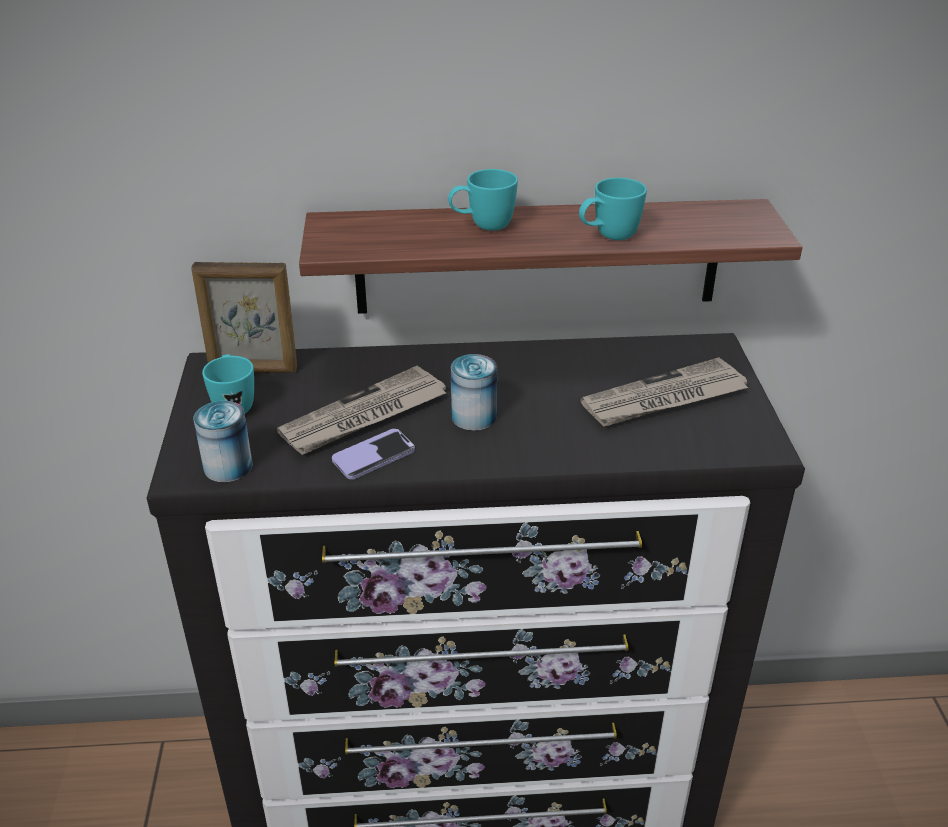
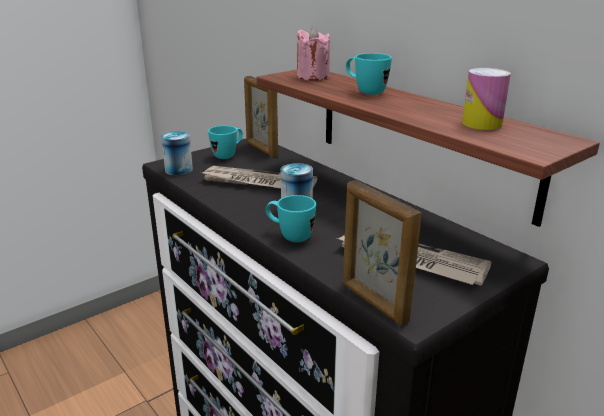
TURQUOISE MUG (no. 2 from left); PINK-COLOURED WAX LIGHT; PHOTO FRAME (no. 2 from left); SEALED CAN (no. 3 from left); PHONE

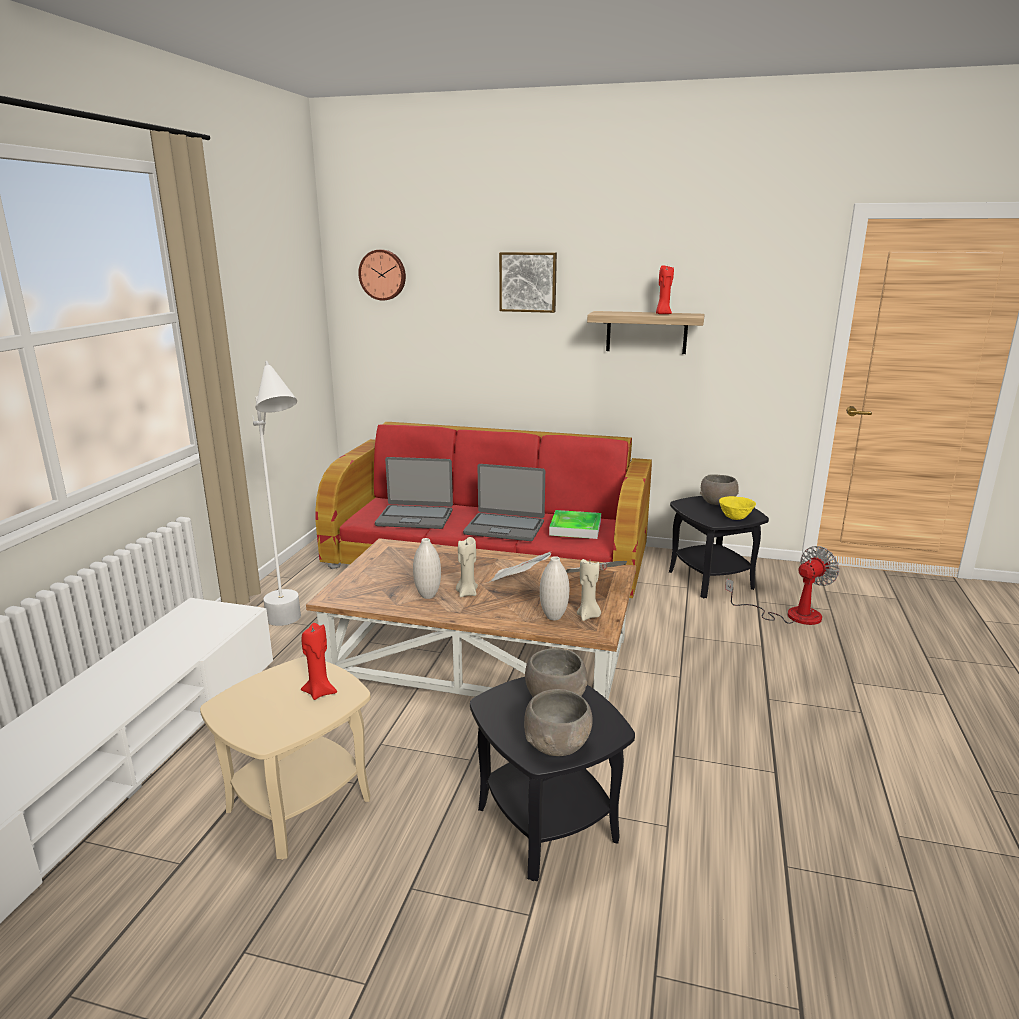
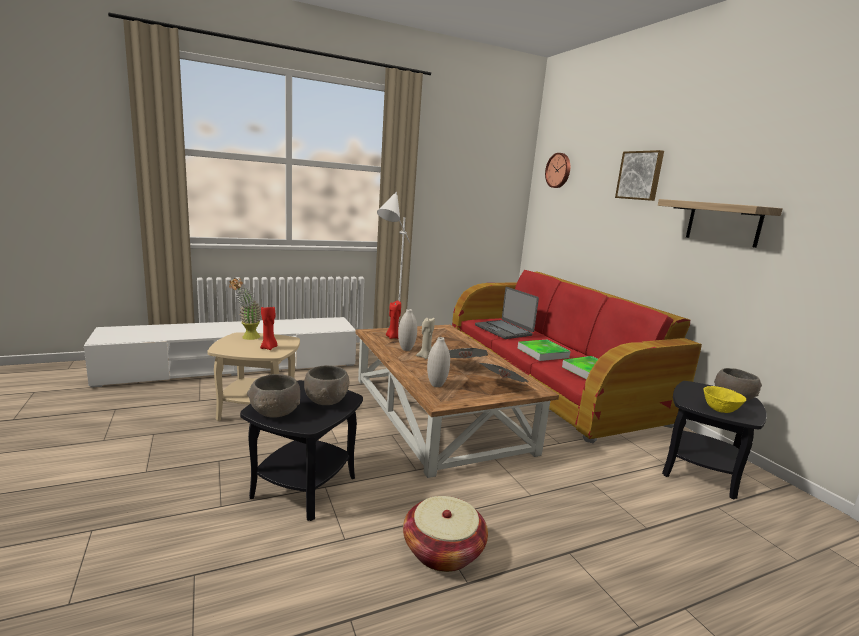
PLANT IN A POT; RED-COLOURED WAX LIGHT (no. 2 from left); BASKET; SERVING TRAY (no. 1 from left); SAND-COLOURED WAX LIGHT (no. 2 from left in the first image); COOLING FAN

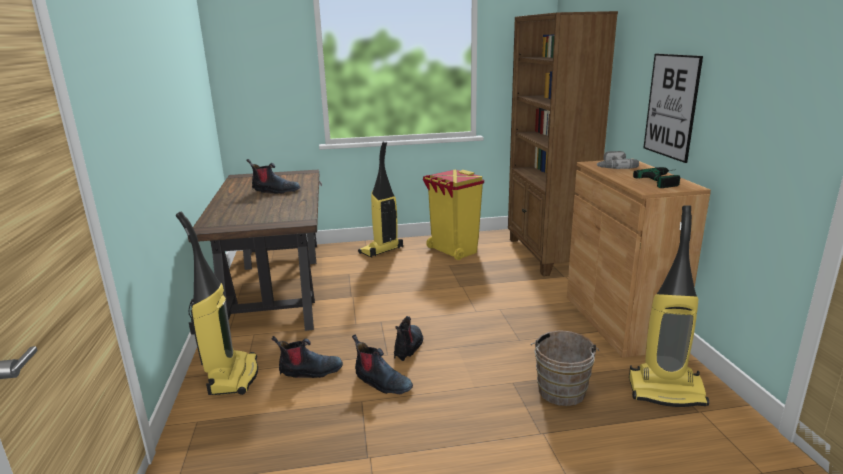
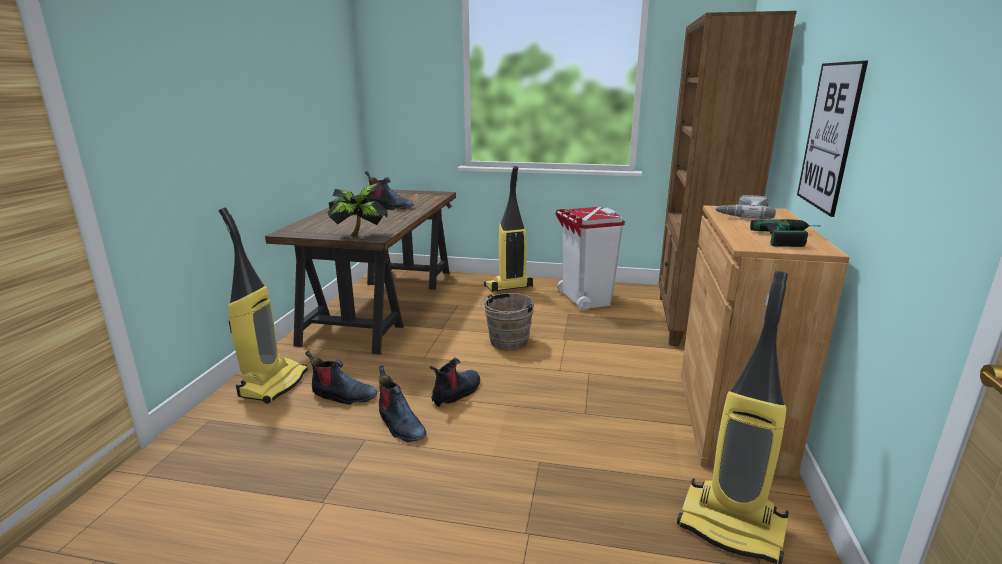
PLANT IN A POT; BROWN-COLOURED PAIL; WHITE RUBBISH BIN

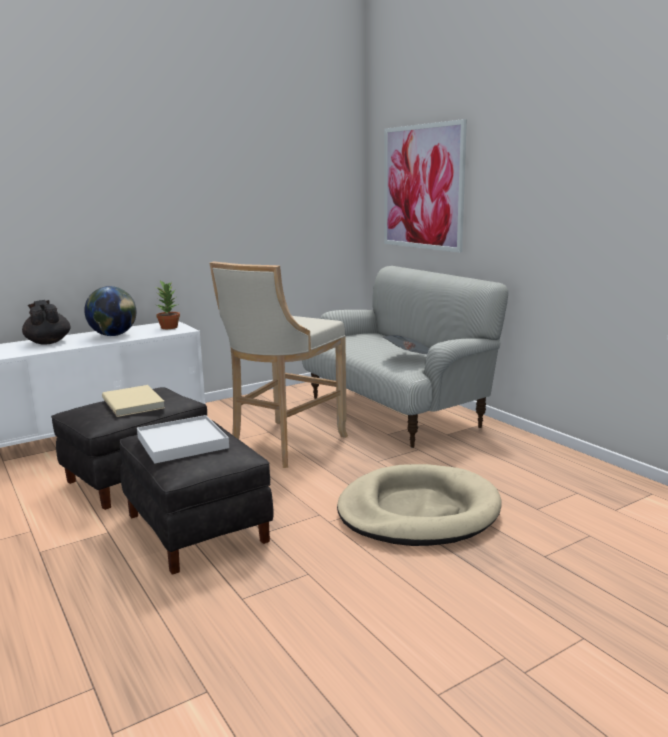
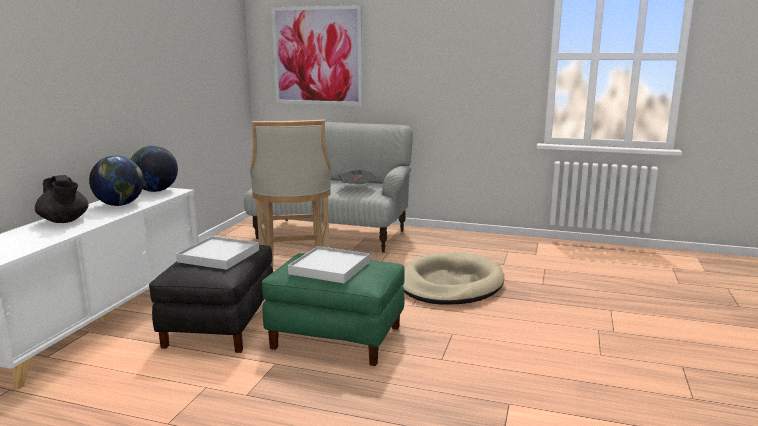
BLACK-COLOURED TEAPOT; GLOBE (no. 2 from left); WHITE SERVING TRAY (no. 1 from left); GREEN POUFFE

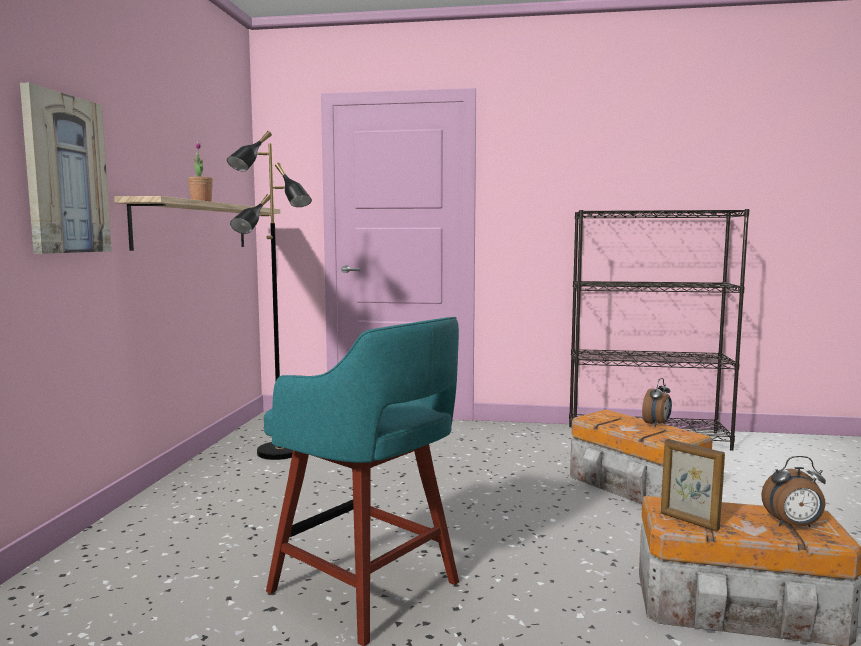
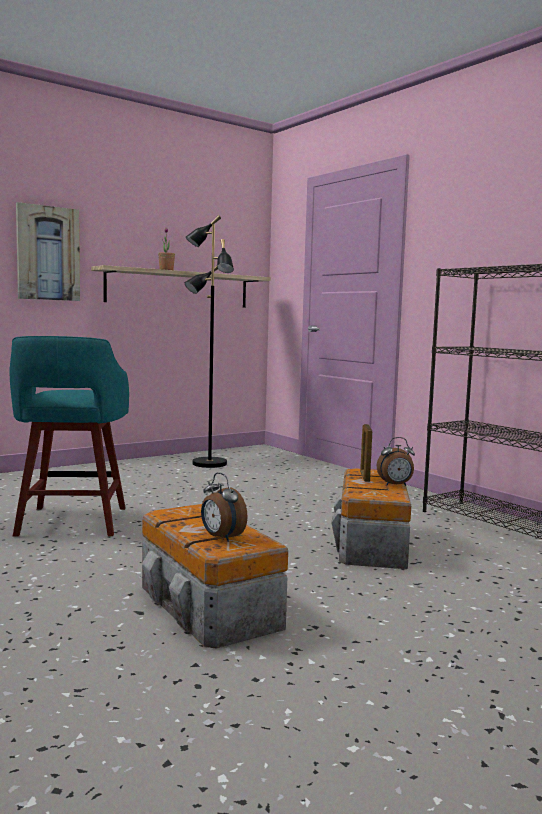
PHOTO FRAME

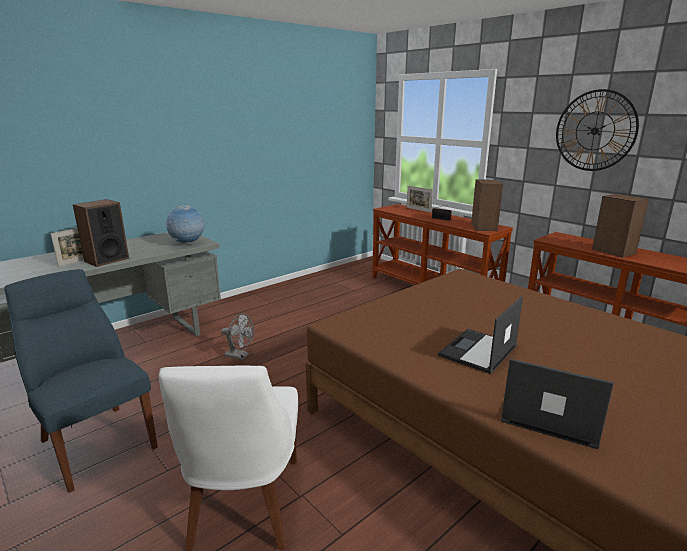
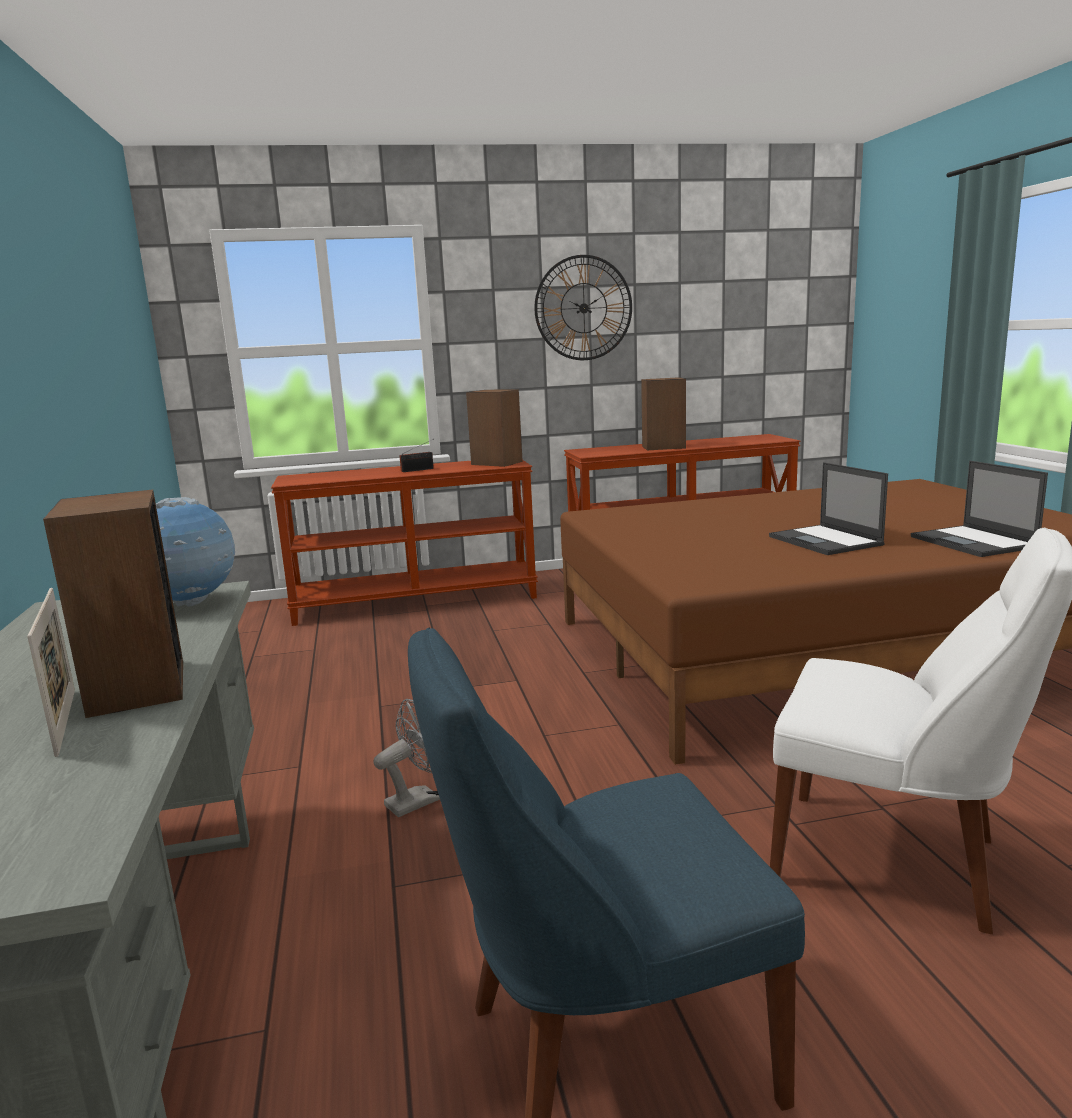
PORTABLE COMPUTER (no. 2 from left); PHOTO FRAME (no. 2 from left in the first image)

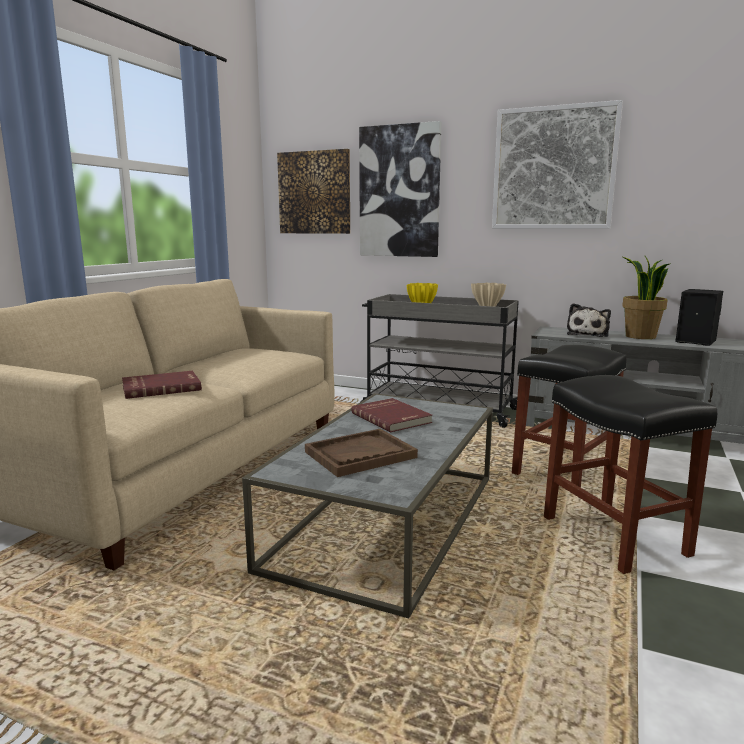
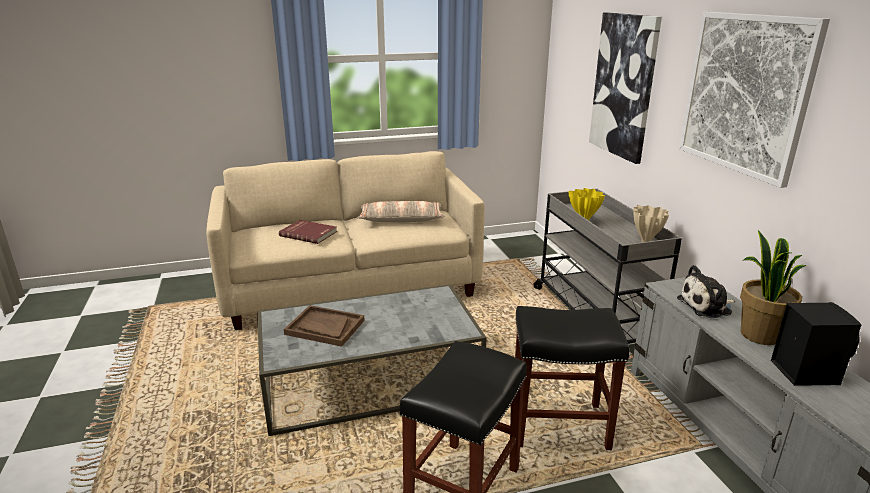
THROW PILLOW; WALL ART (no. 1 from left in the first image); RED-COLOURED BOUND BOOK (no. 2 from left in the first image)

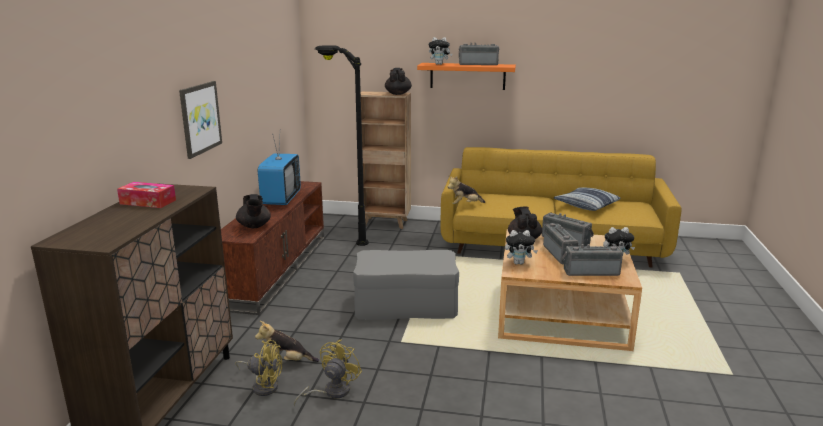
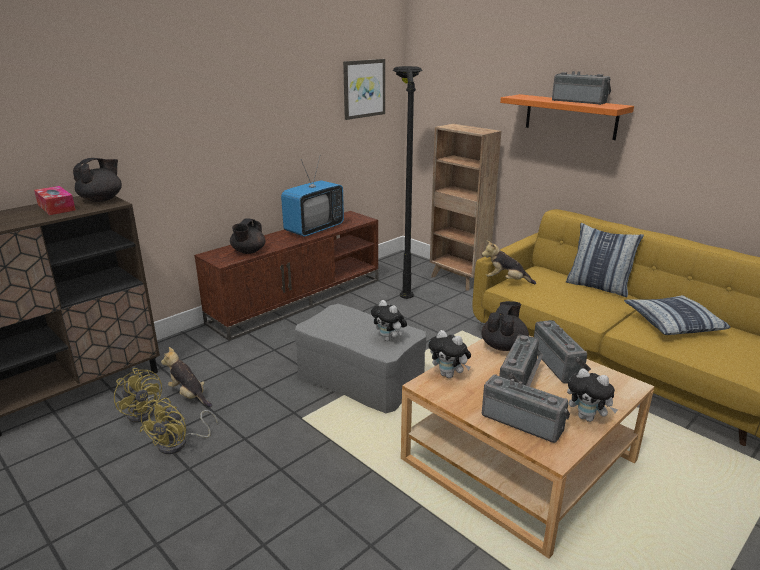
BLACK-COLOURED TEAPOT (no. 1 from left); YELLOW-COLOURED COOLING FAN (no. 2 from left); WALL ART; CUDDLY TOY (no. 2 from left); THROW PILLOW (no. 1 from left)

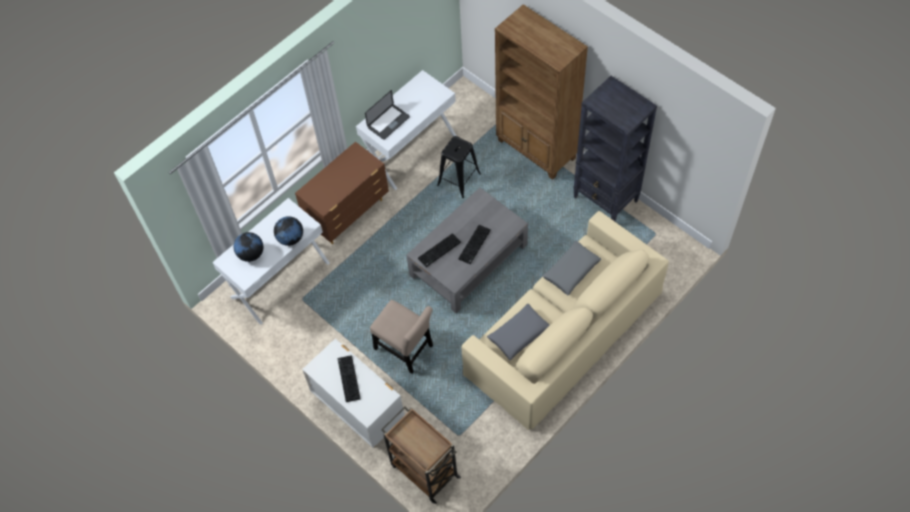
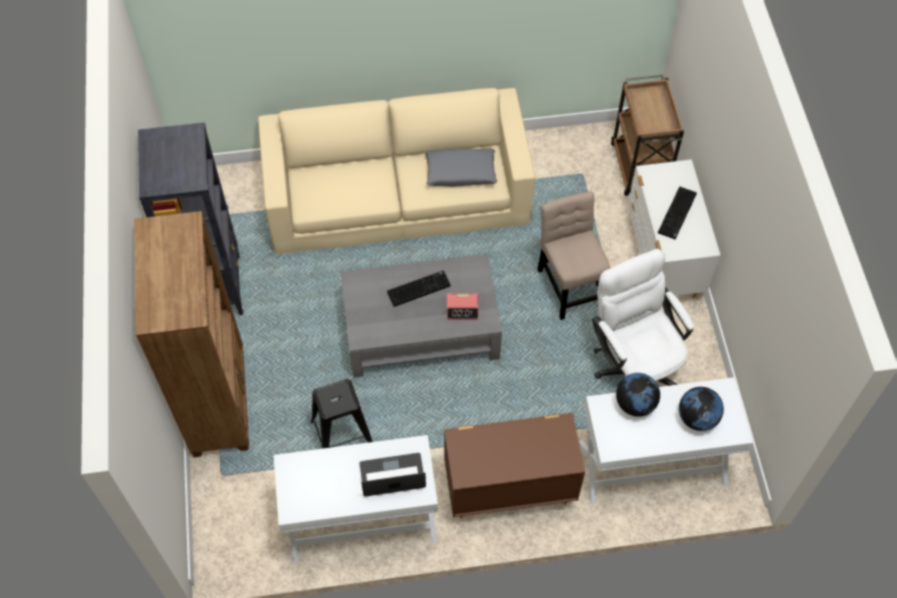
ALARM CLOCK; WHITE COMPUTER CHAIR; GRAY THROW PILLOW (no. 2 from left in the first image)

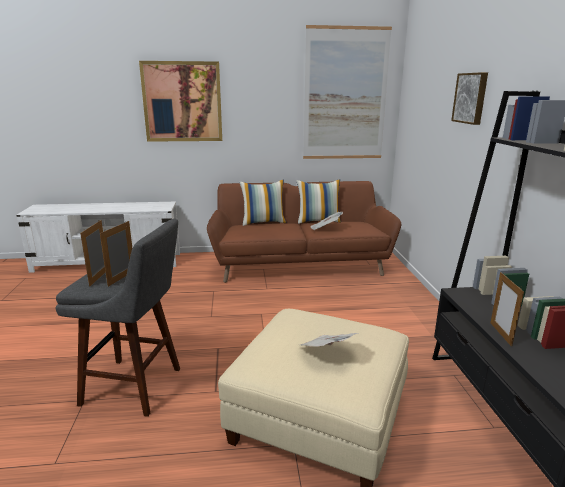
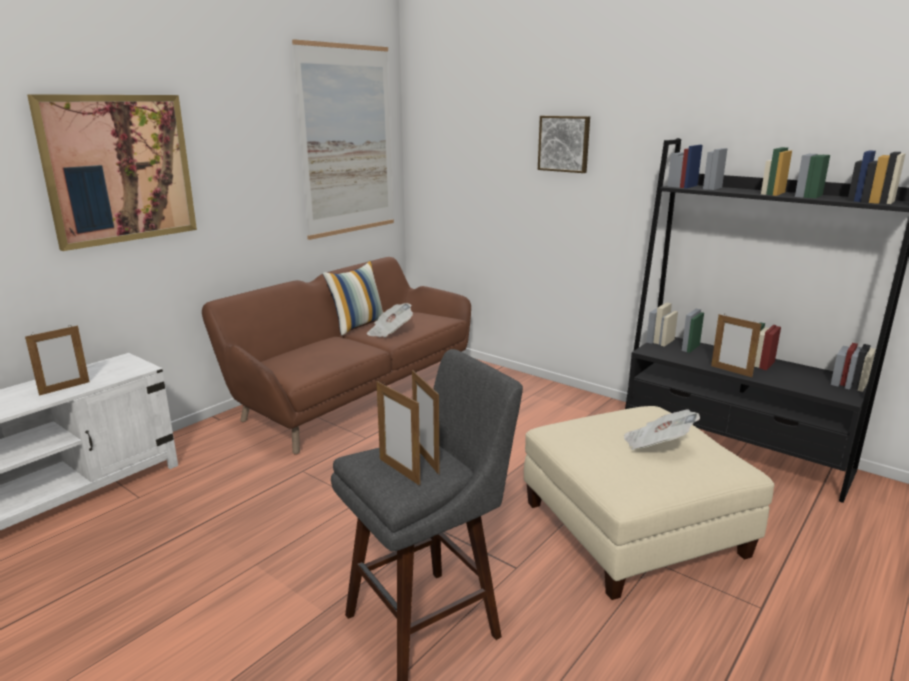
PHOTO FRAME (no. 1 from left); THROW PILLOW (no. 1 from left in the first image)

